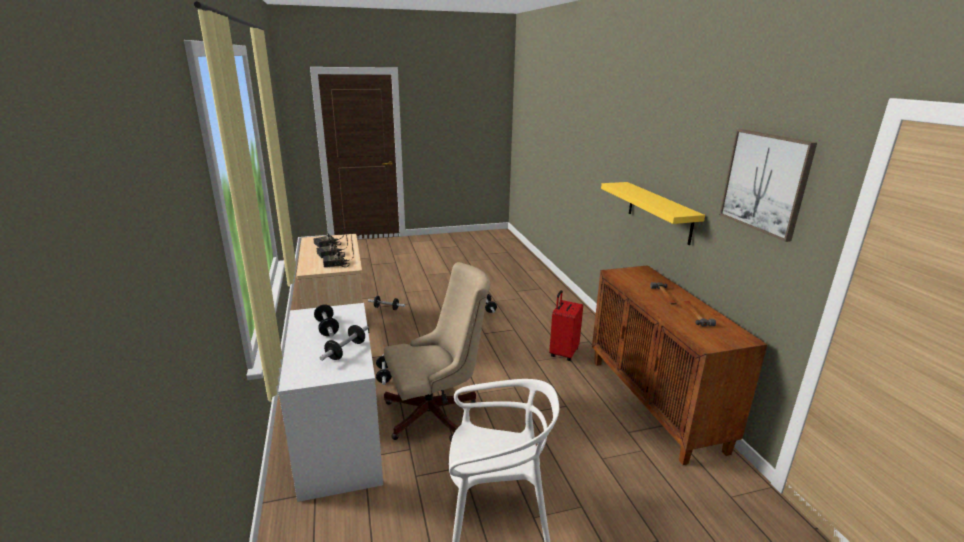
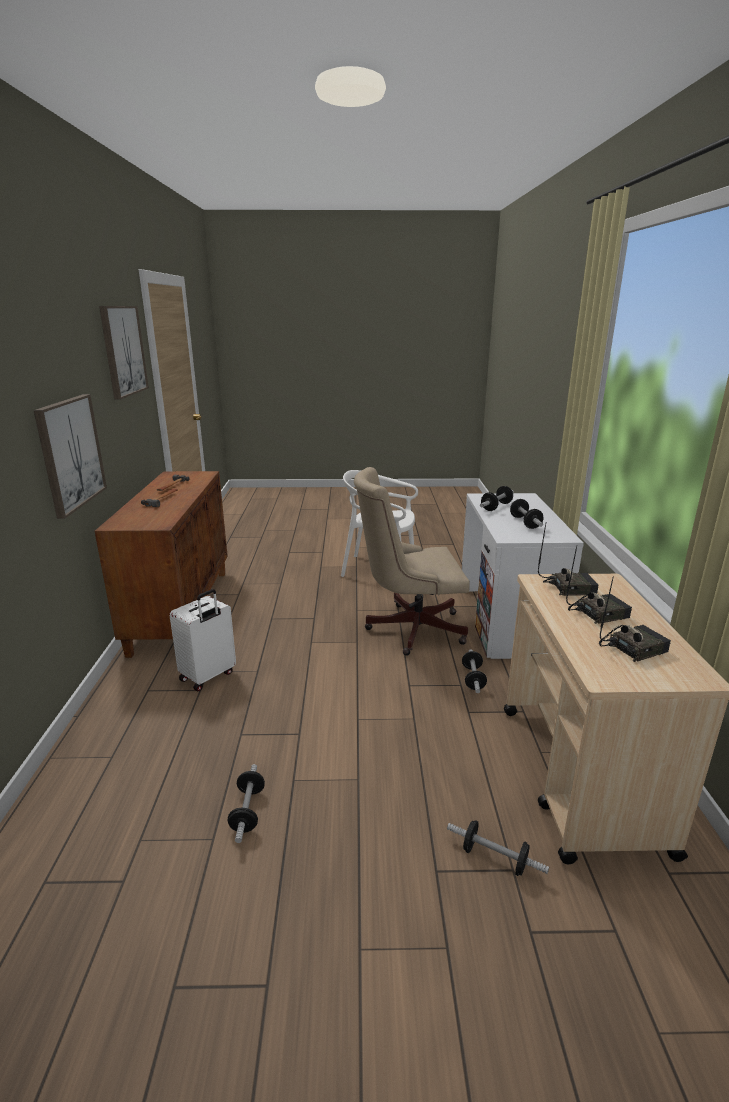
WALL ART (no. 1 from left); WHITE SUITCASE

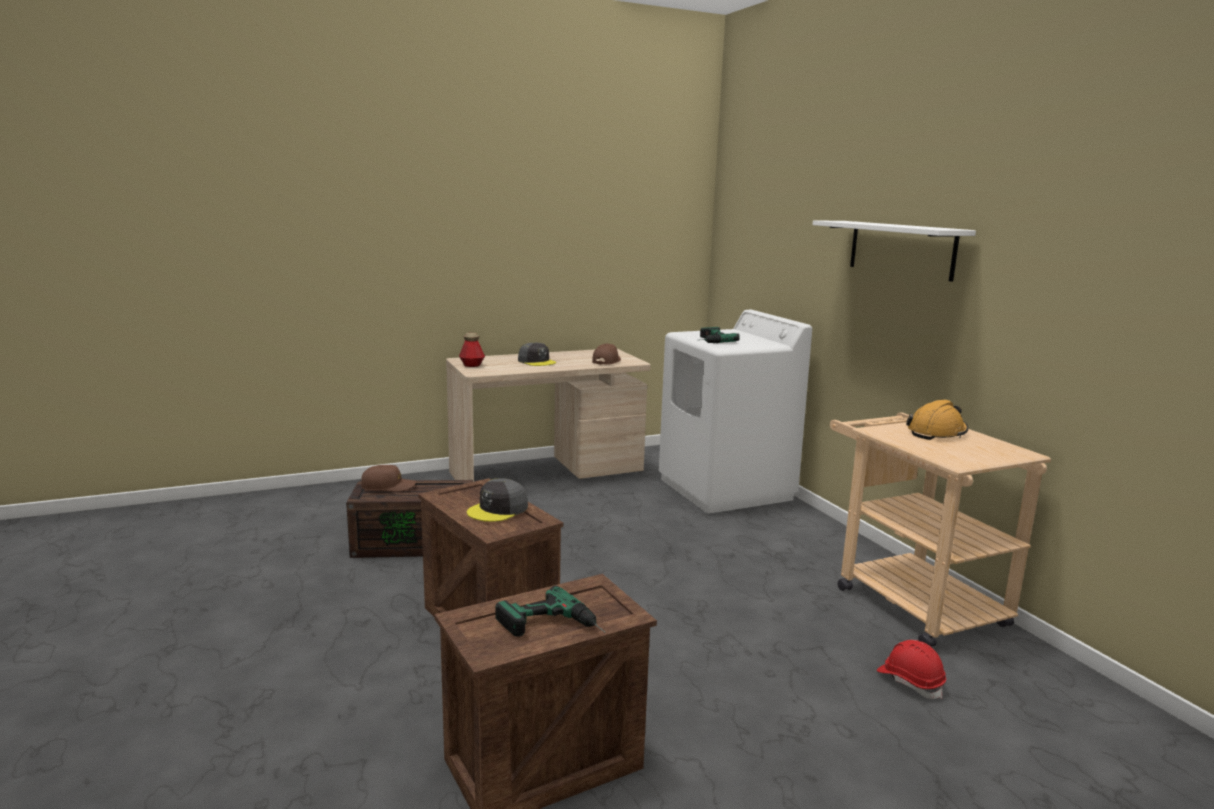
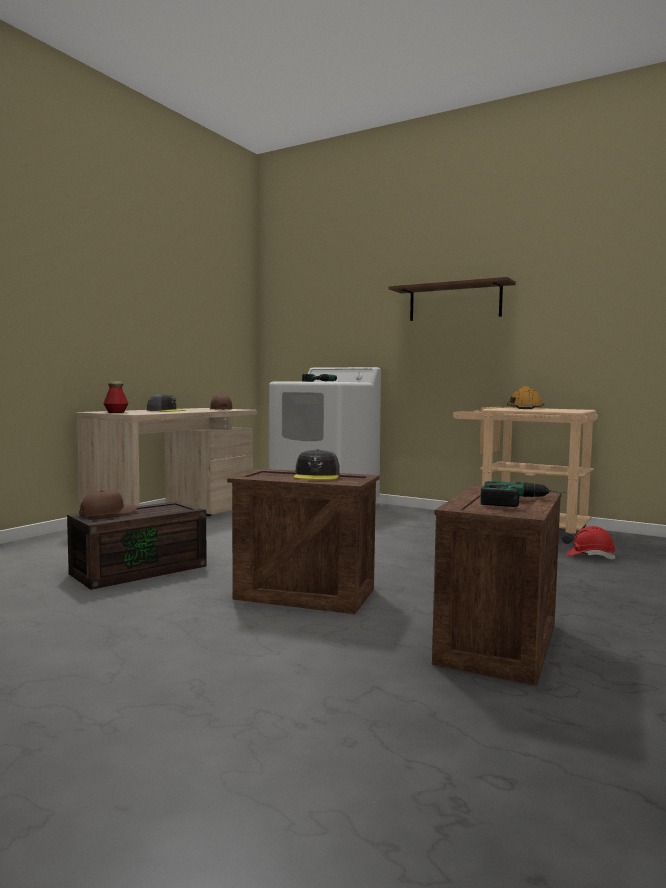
BROWN-COLOURED BRACKET SHELF

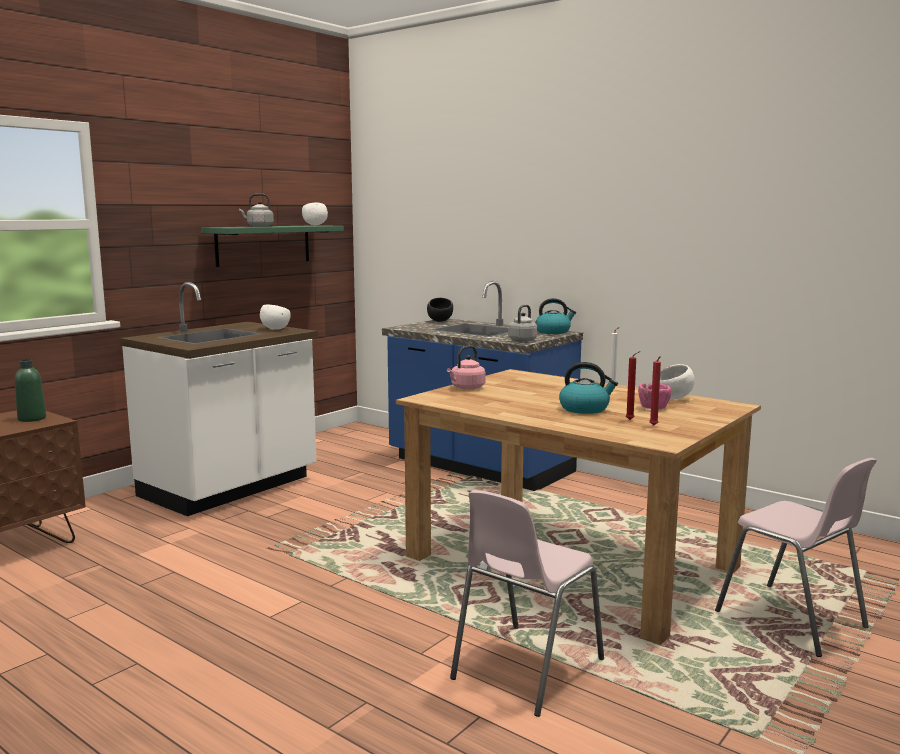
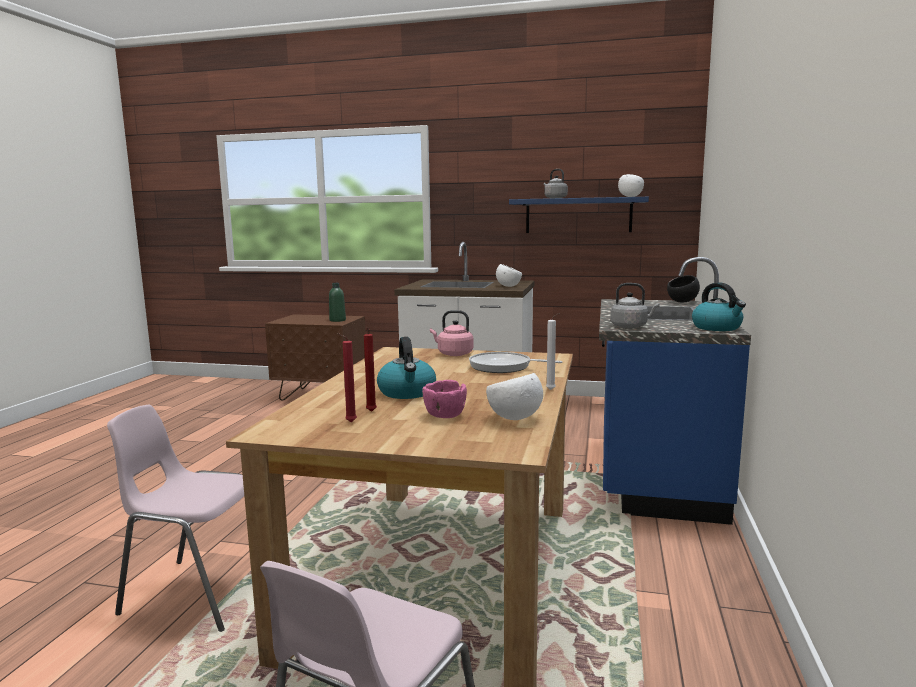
PAN; BLUE-COLOURED BRACKET SHELF

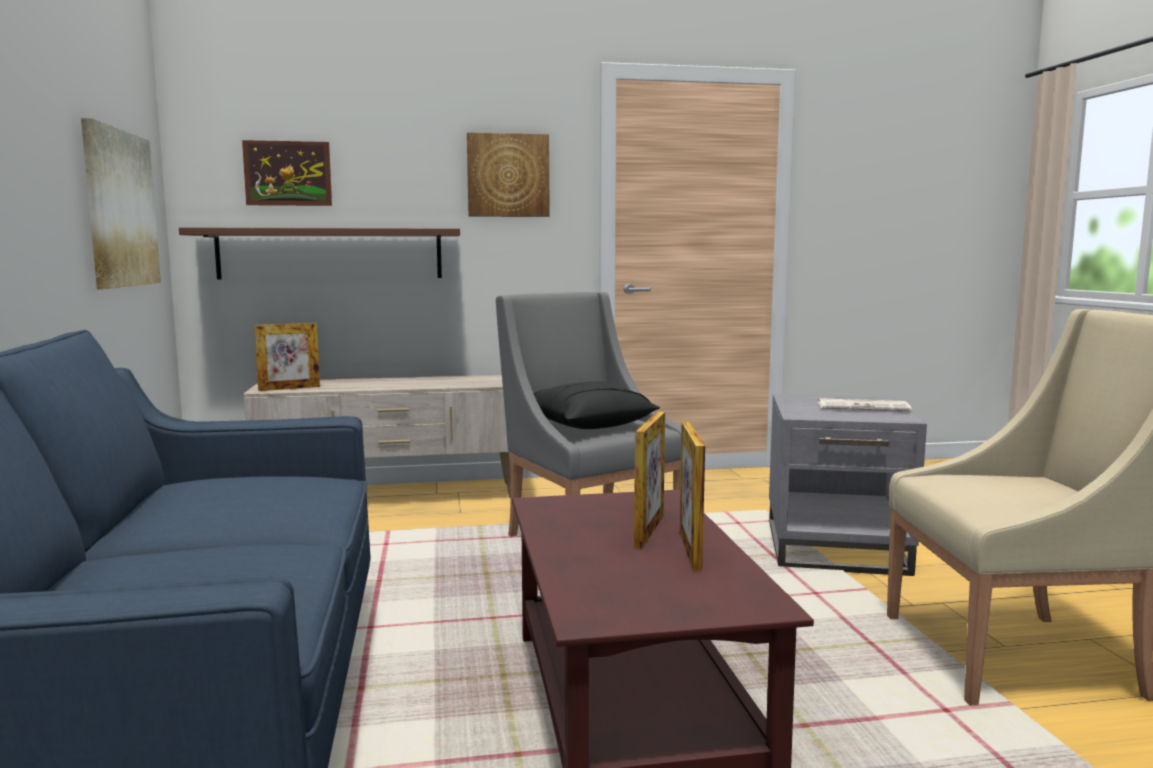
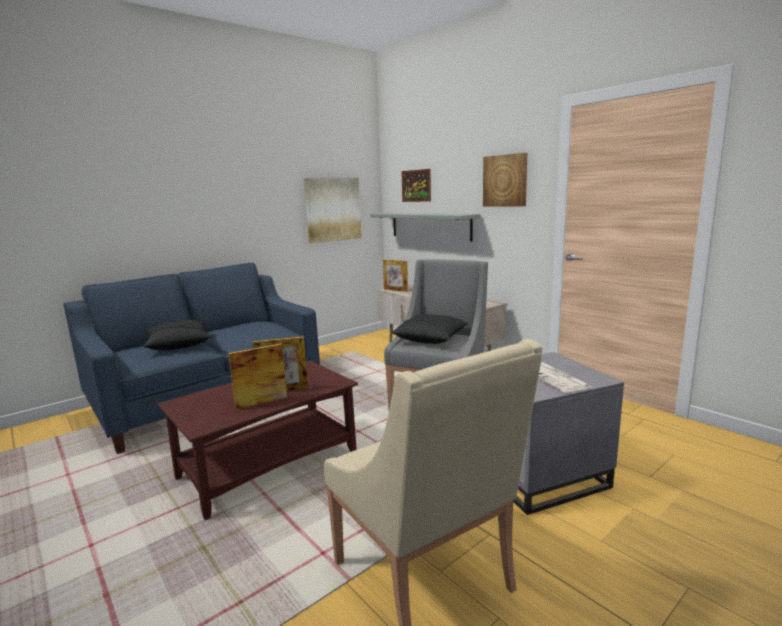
BLACK-COLOURED THROW PILLOW (no. 1 from left); GRAY BRACKET SHELF

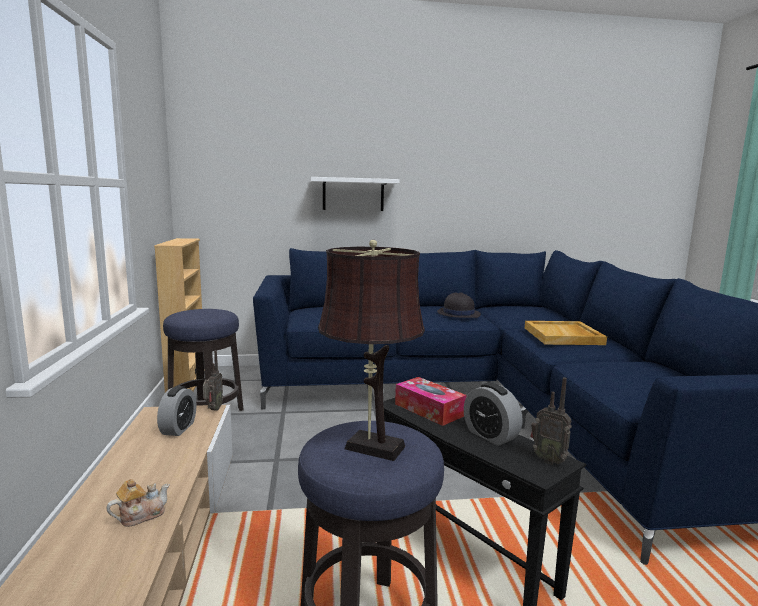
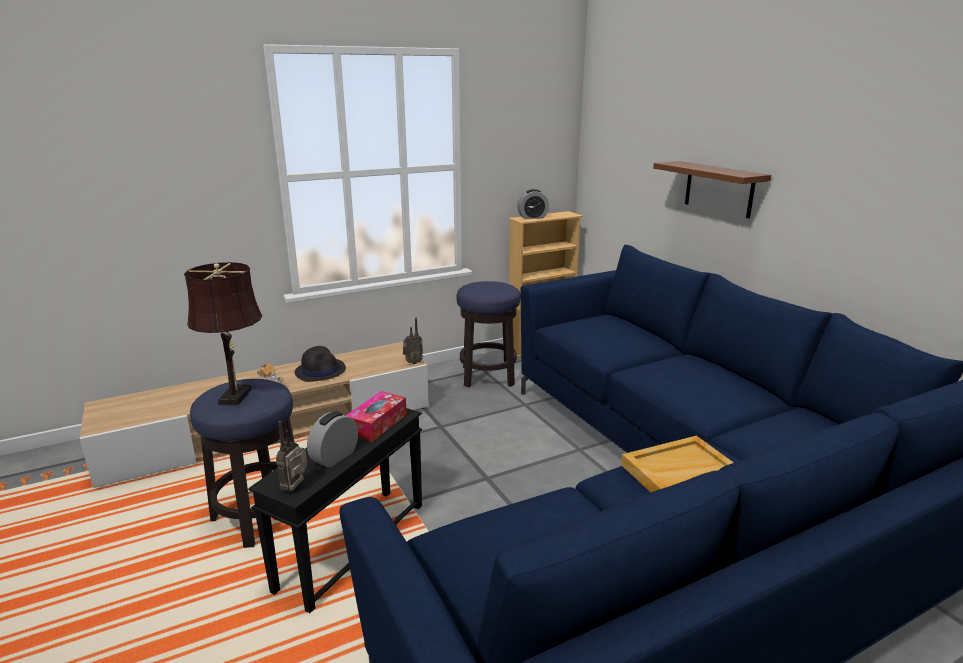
BLACK-COLOURED WEARABLE HAT; ALARM CLOCK (no. 2 from left); BROWN-COLOURED BRACKET SHELF

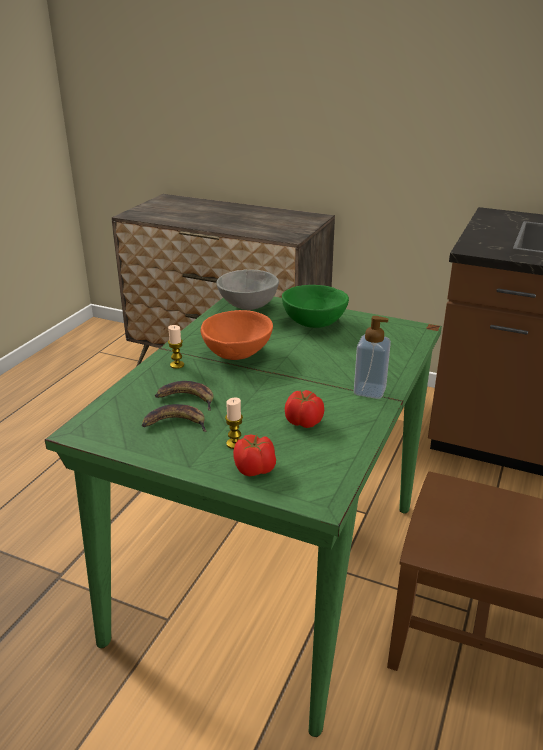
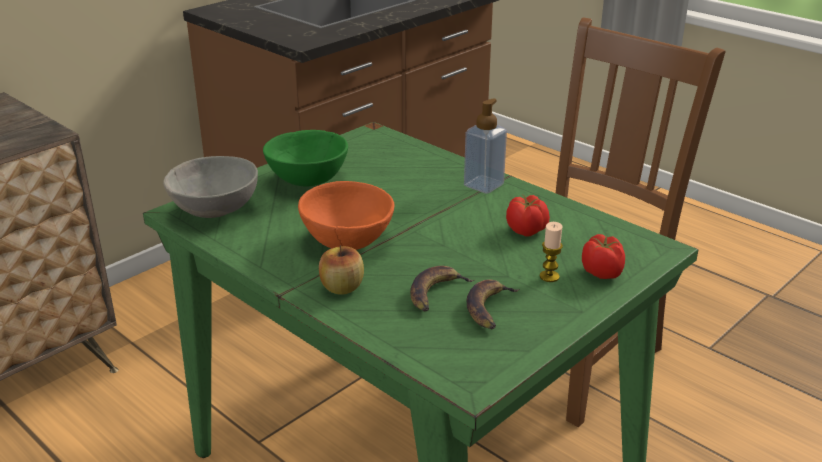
APPLE

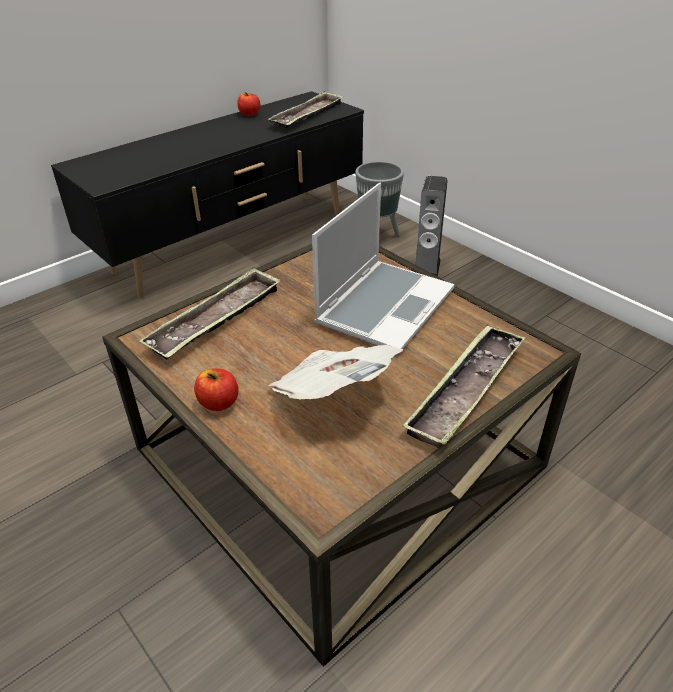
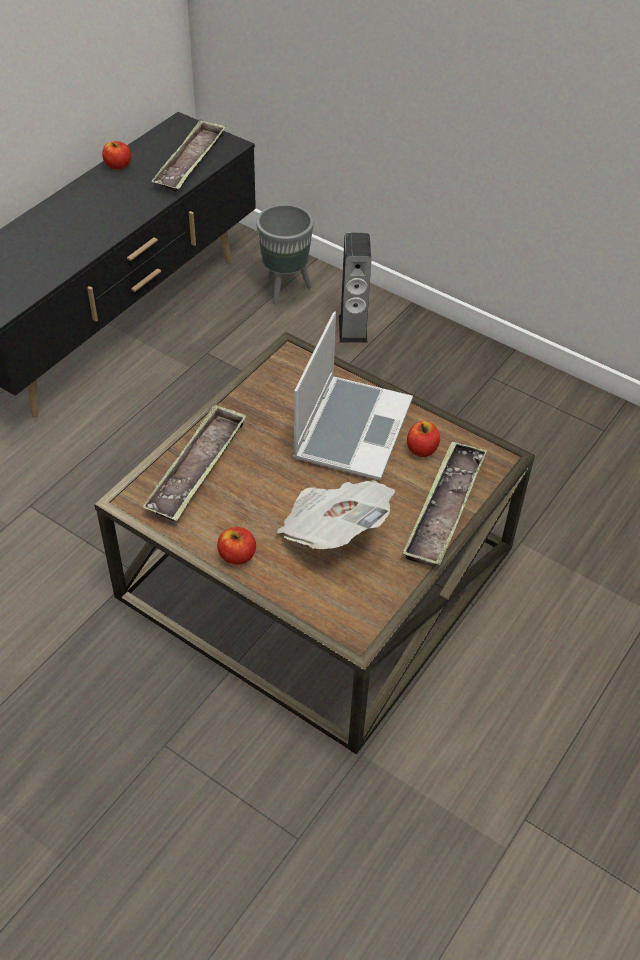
APPLE (no. 3 from left)

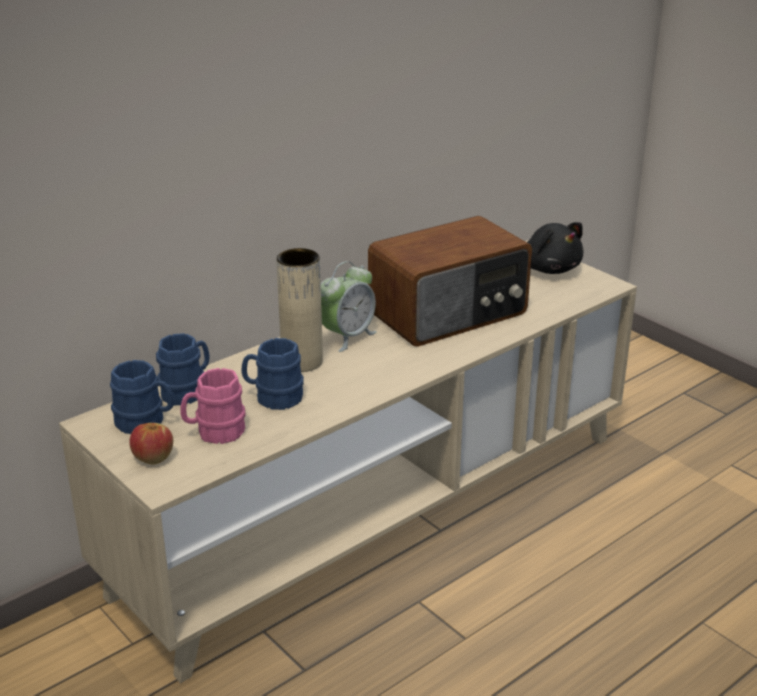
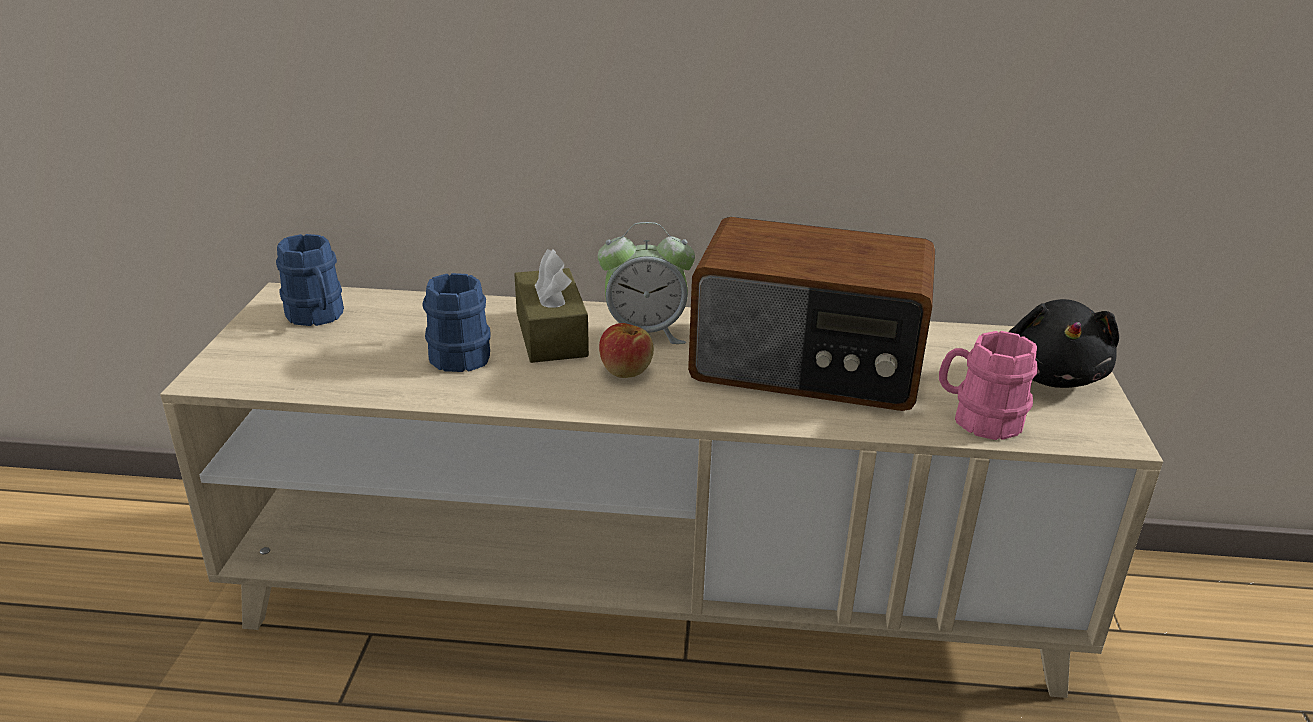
BROWN-COLOURED TISSUE HOLDER; APPLE; PINK-COLOURED MUG; BLUE-COLOURED MUG (no. 2 from left in the first image)

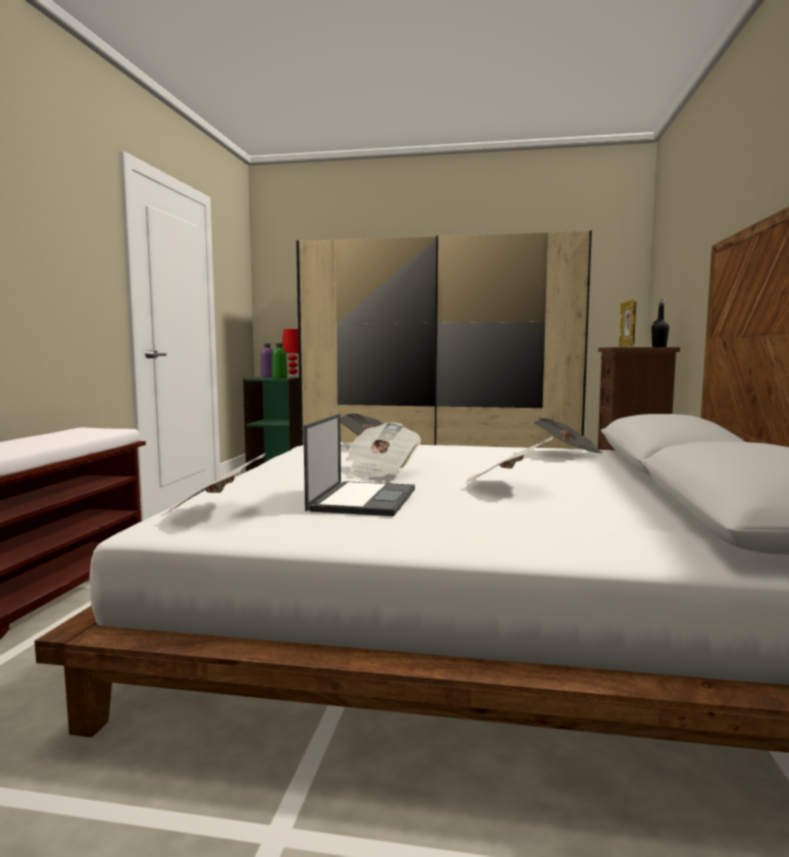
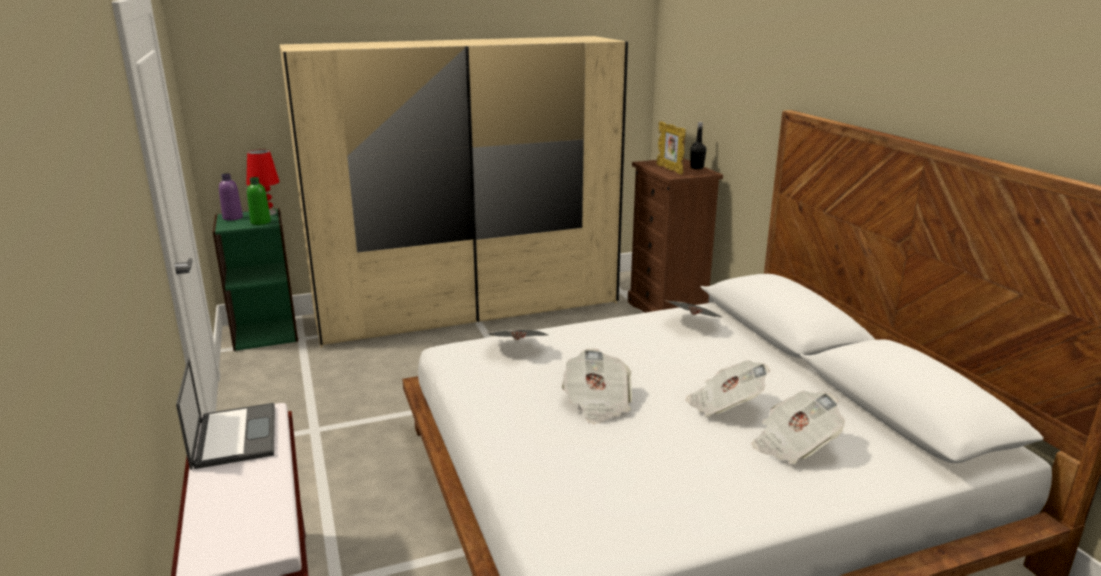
PORTABLE COMPUTER; PRINTED PAPER (no. 5 from left)

